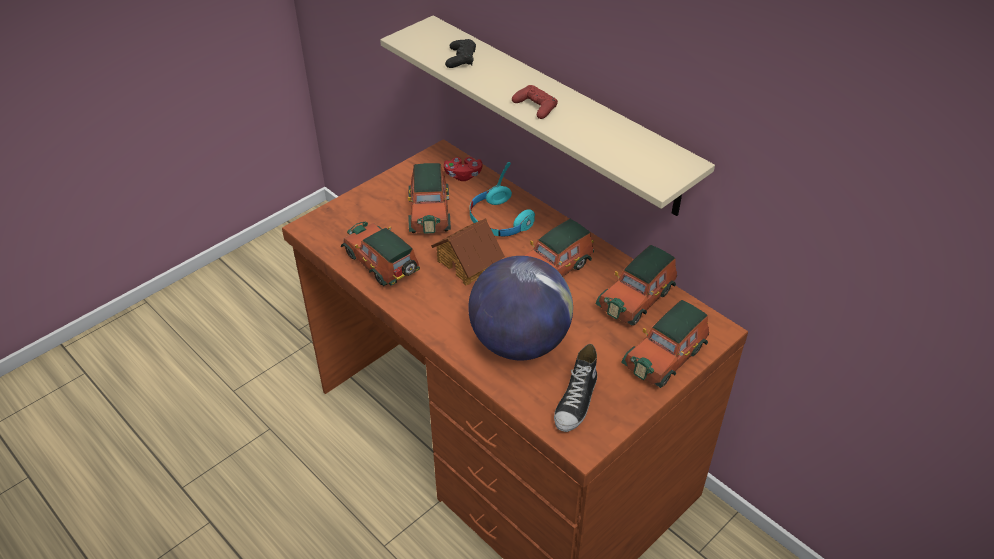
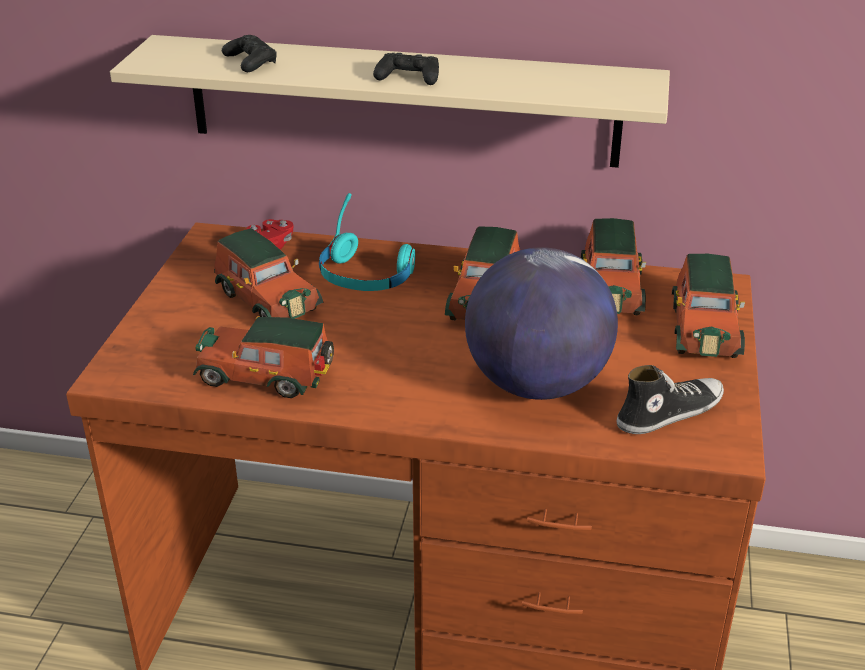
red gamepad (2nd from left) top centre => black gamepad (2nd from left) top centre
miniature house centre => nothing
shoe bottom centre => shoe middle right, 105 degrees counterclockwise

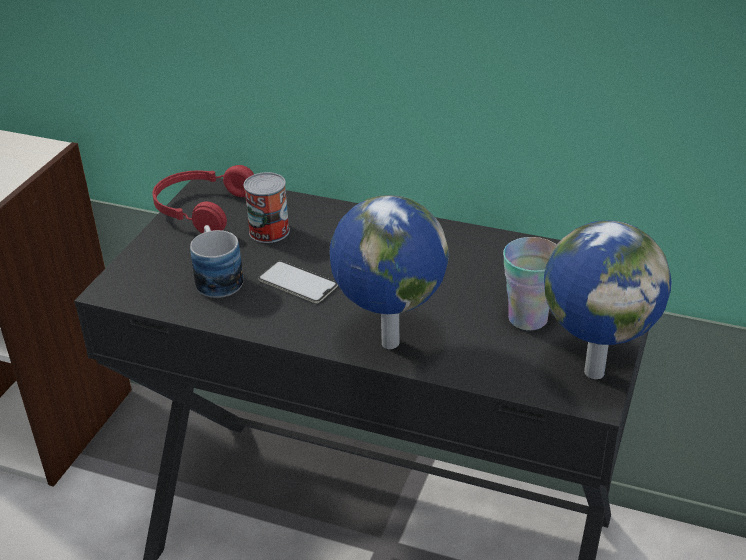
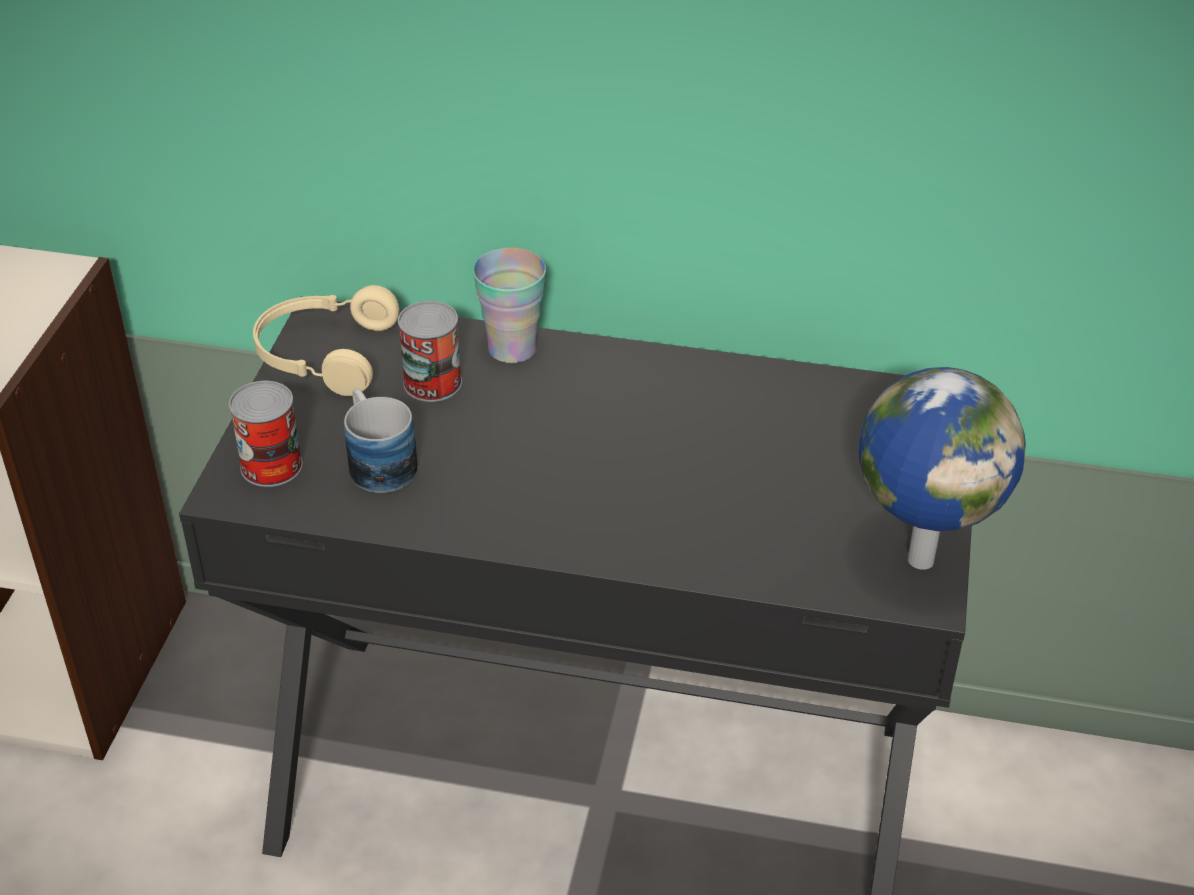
red headset middle left => beige headset middle left
world globe (1st from left) centre => nothing
cup middle right => cup centre, moved
telephone centre => nothing
nothing => can (1st from left) middle left

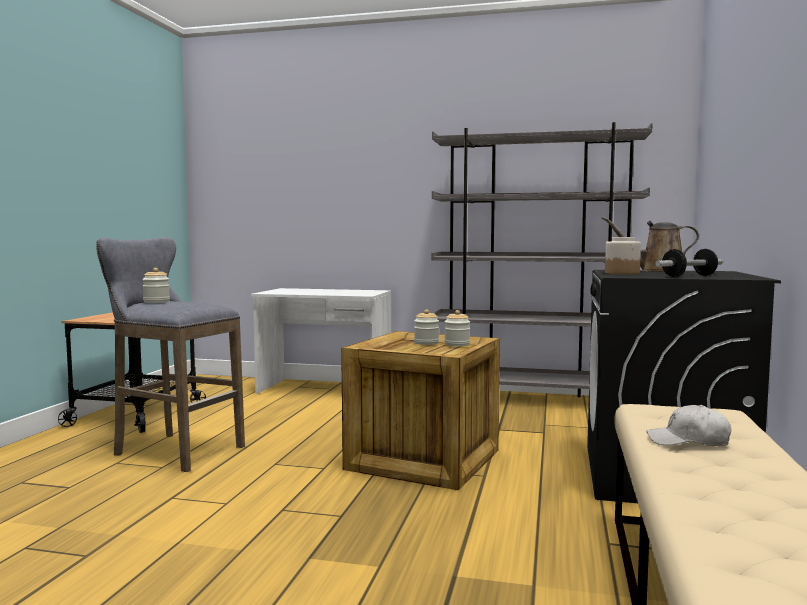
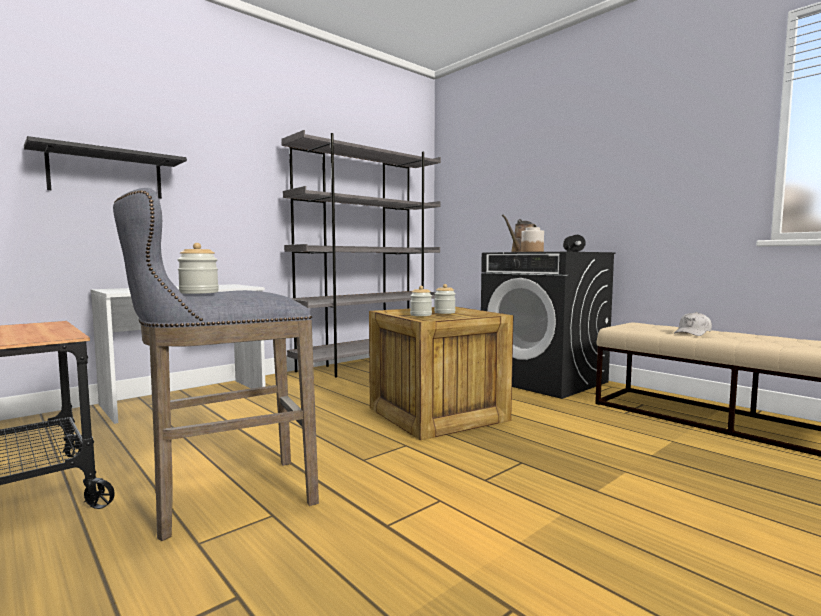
nothing => black bracket shelf top left

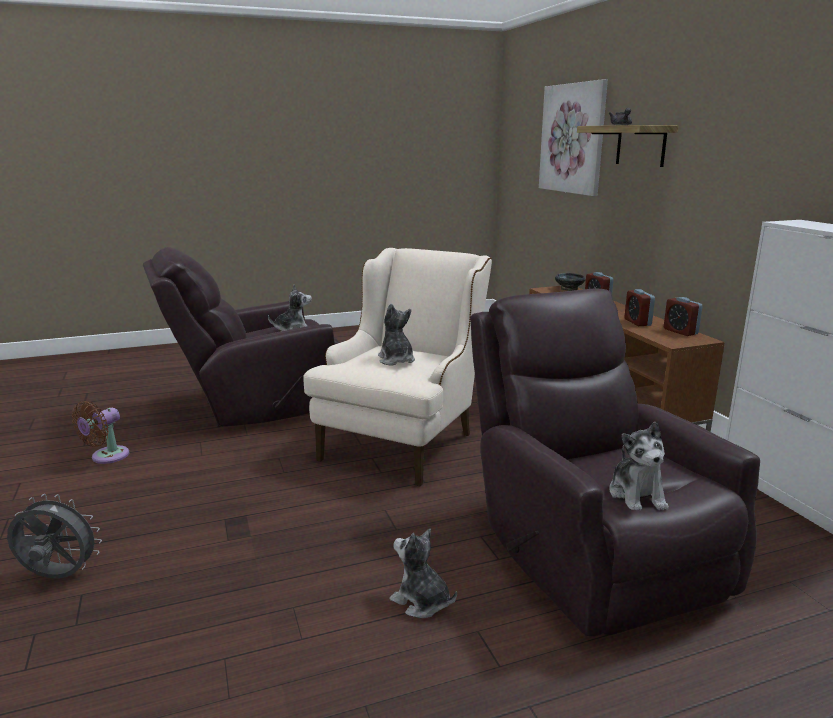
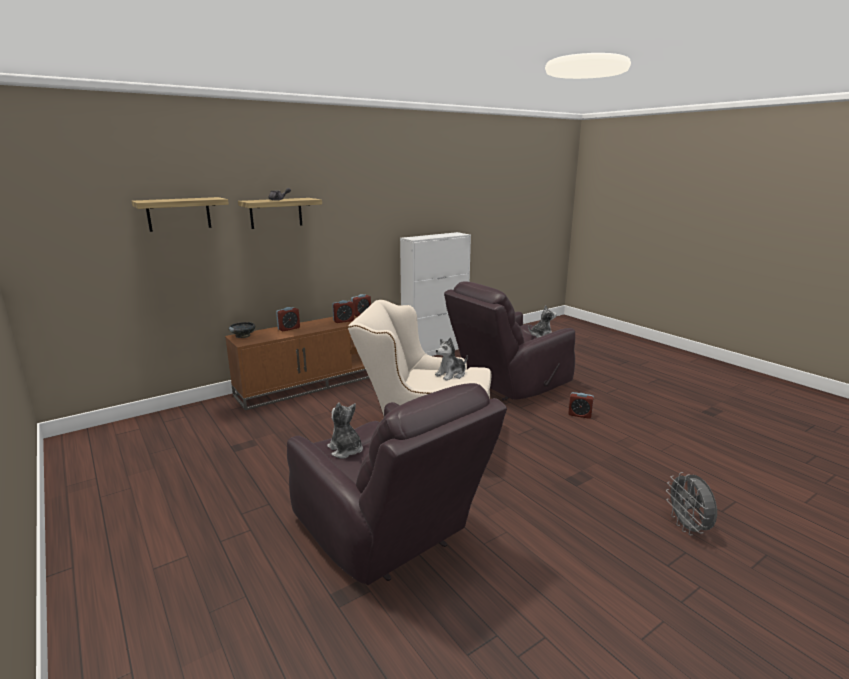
wall art top right => bracket shelf (1st from left) top left
brown-coloured cooling fan middle left => nothing
plush toy (3rd from left) bottom centre => bedside clock (4th from left) middle right

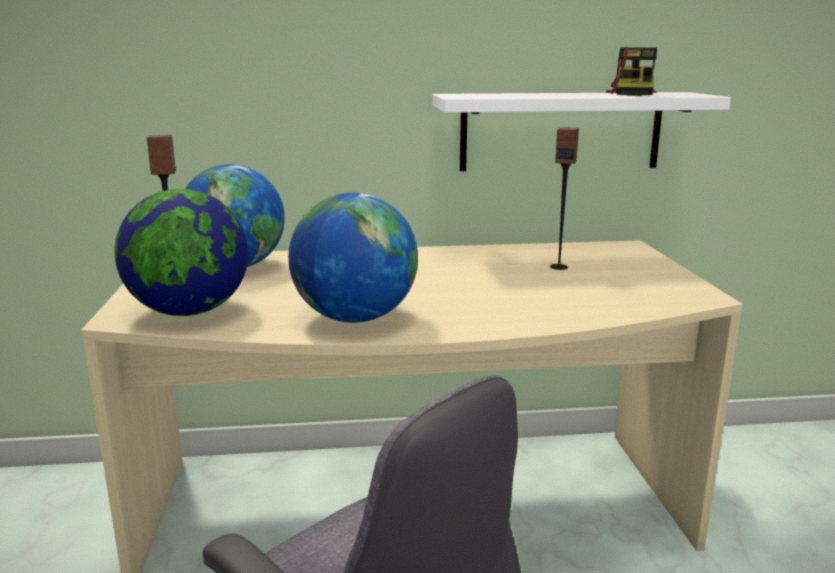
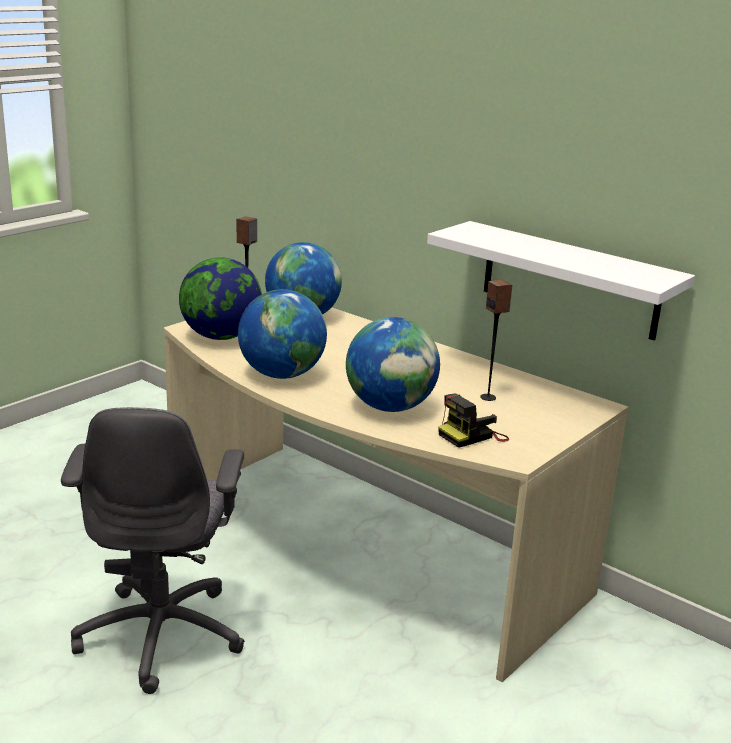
photo camera top right => photo camera centre, moved
nothing => world globe (4th from left) centre

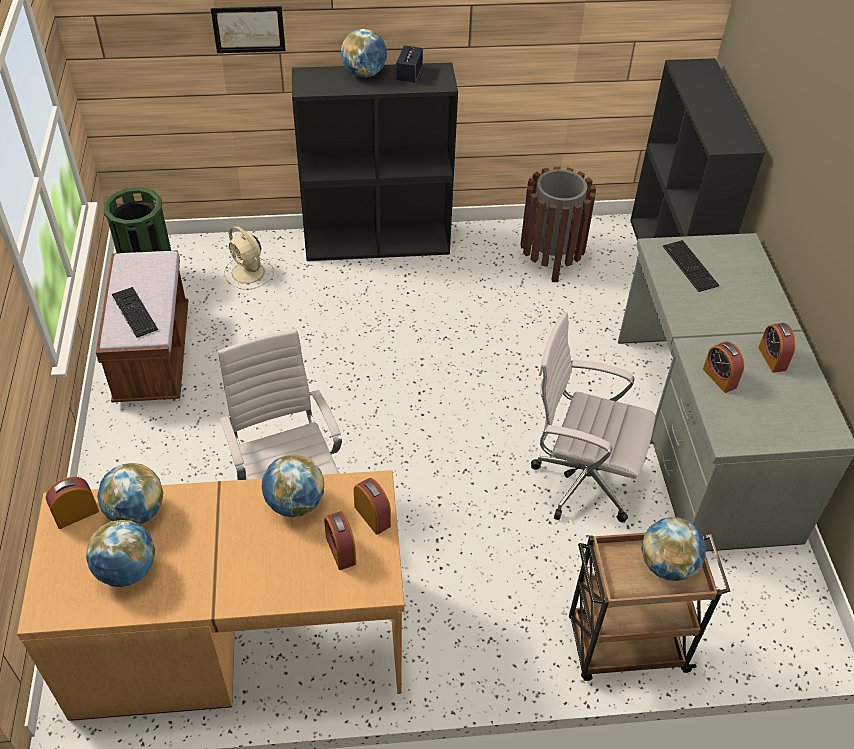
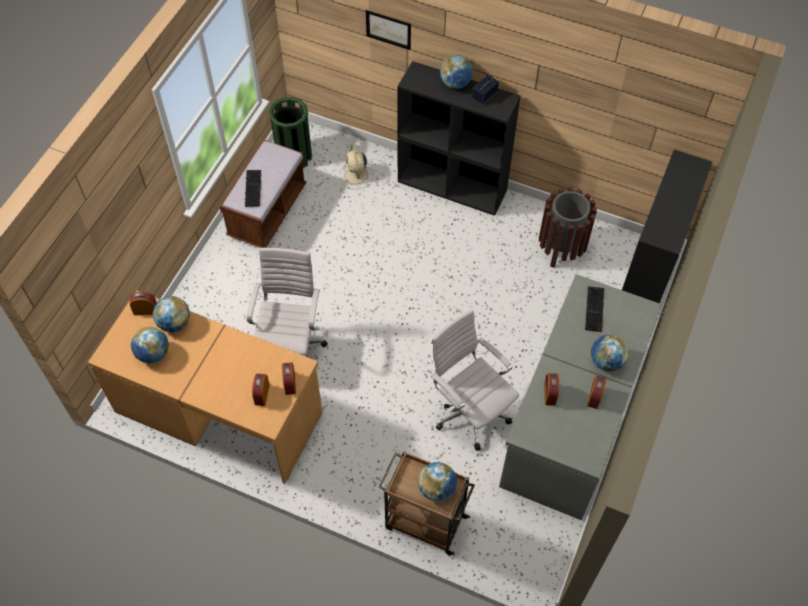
world globe (3rd from left in the first image) centre => world globe (5th from left) middle right, moved

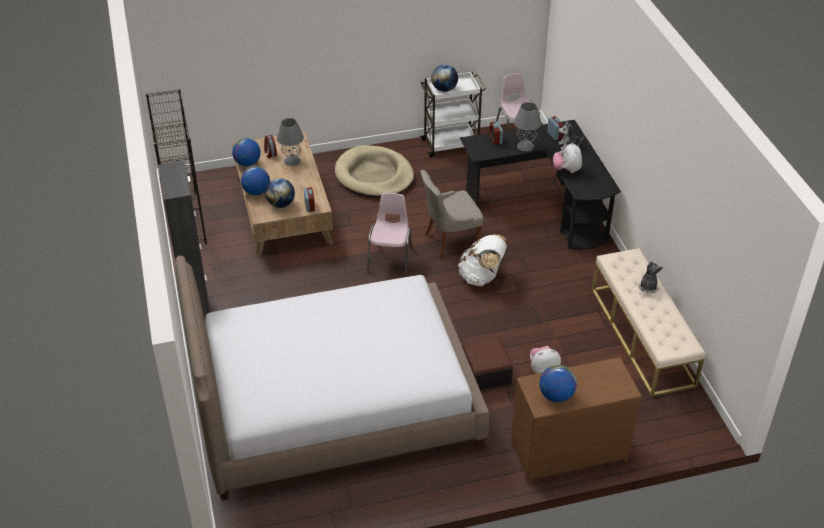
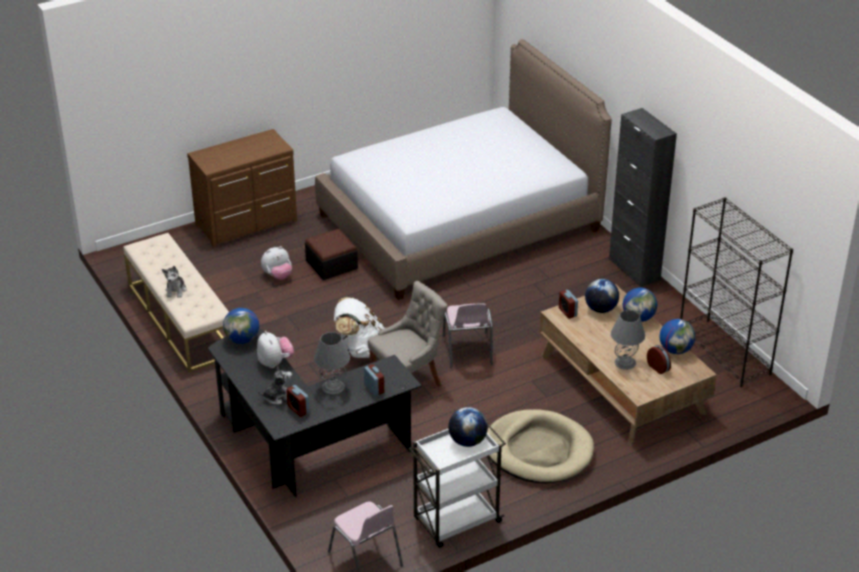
world globe (5th from left in the first image) bottom right => world globe (1st from left) middle left, moved

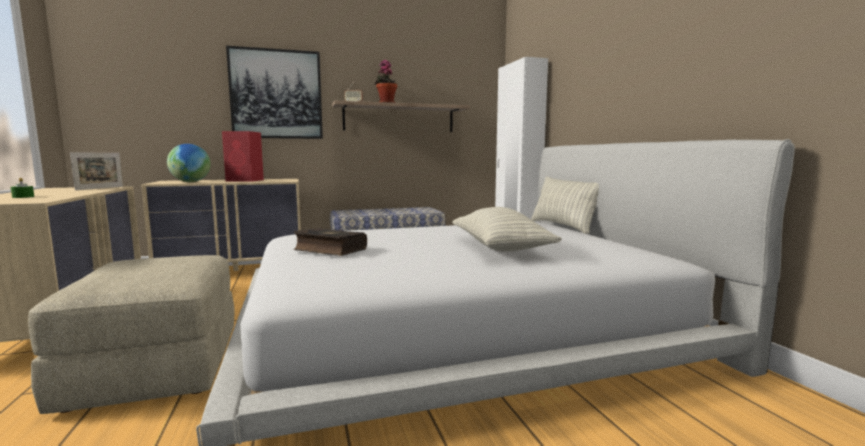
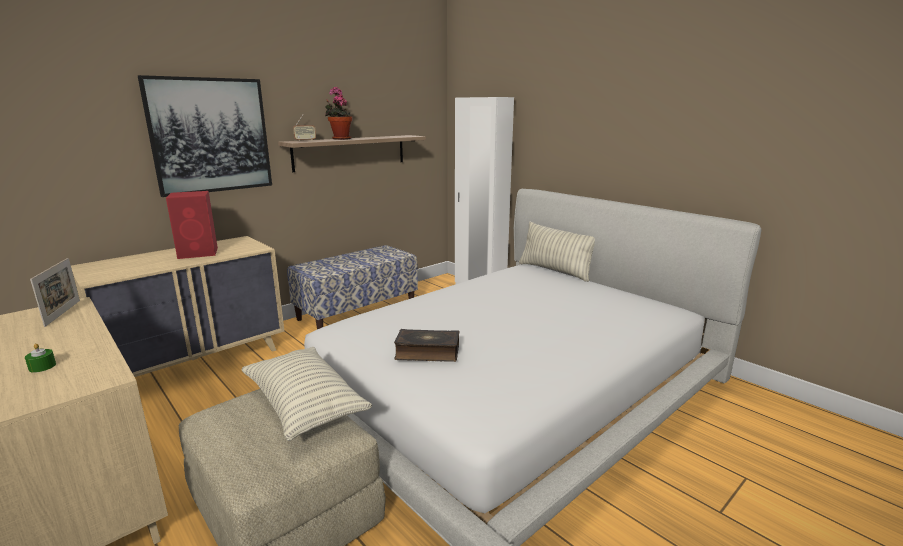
world globe middle left => nothing
cushion (1st from left) centre => cushion (1st from left) bottom centre, moved

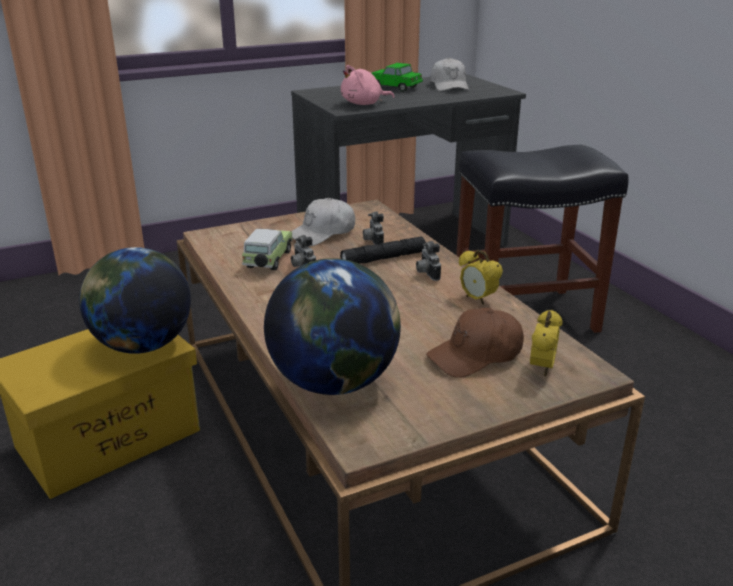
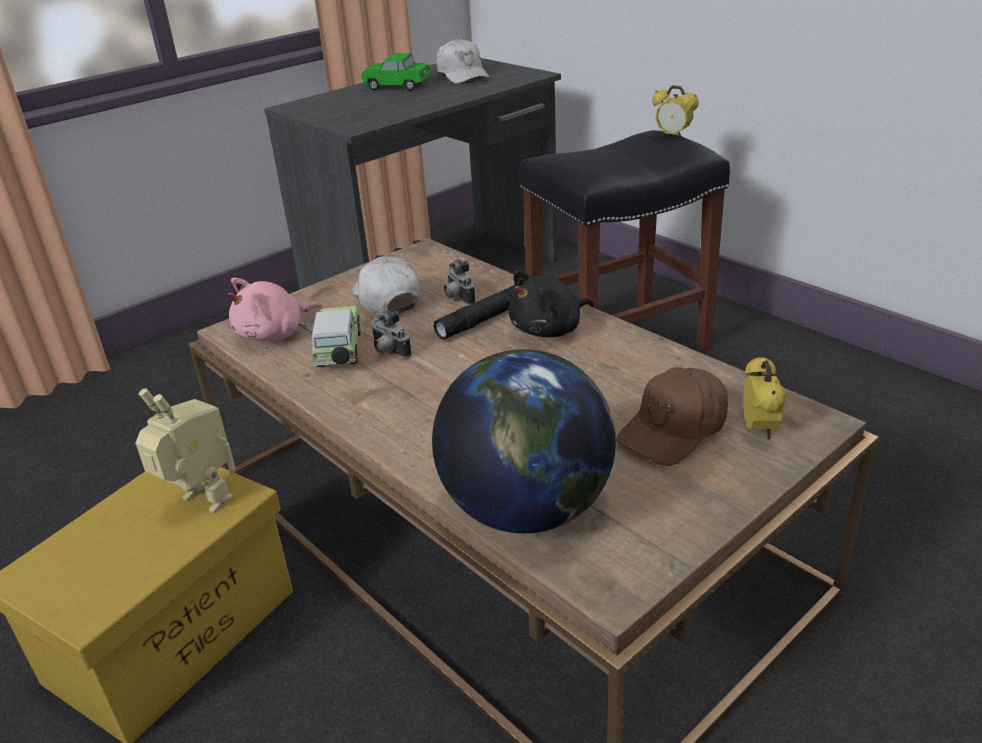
pink plush toy top centre => pink plush toy middle left, moved
white-coloured baseball cap (1st from left) centre, 120 degrees clockwise
photo camera (3rd from left) centre => black plush toy centre
world globe (1st from left) middle left => robot figure middle left
bedside clock (1st from left) centre => bedside clock (1st from left) top right, moved

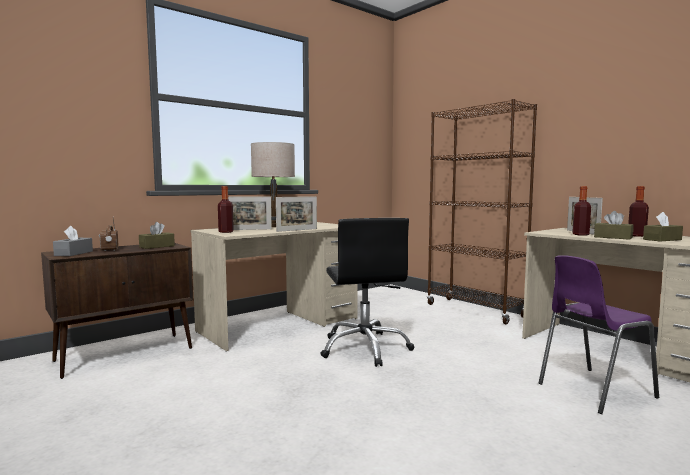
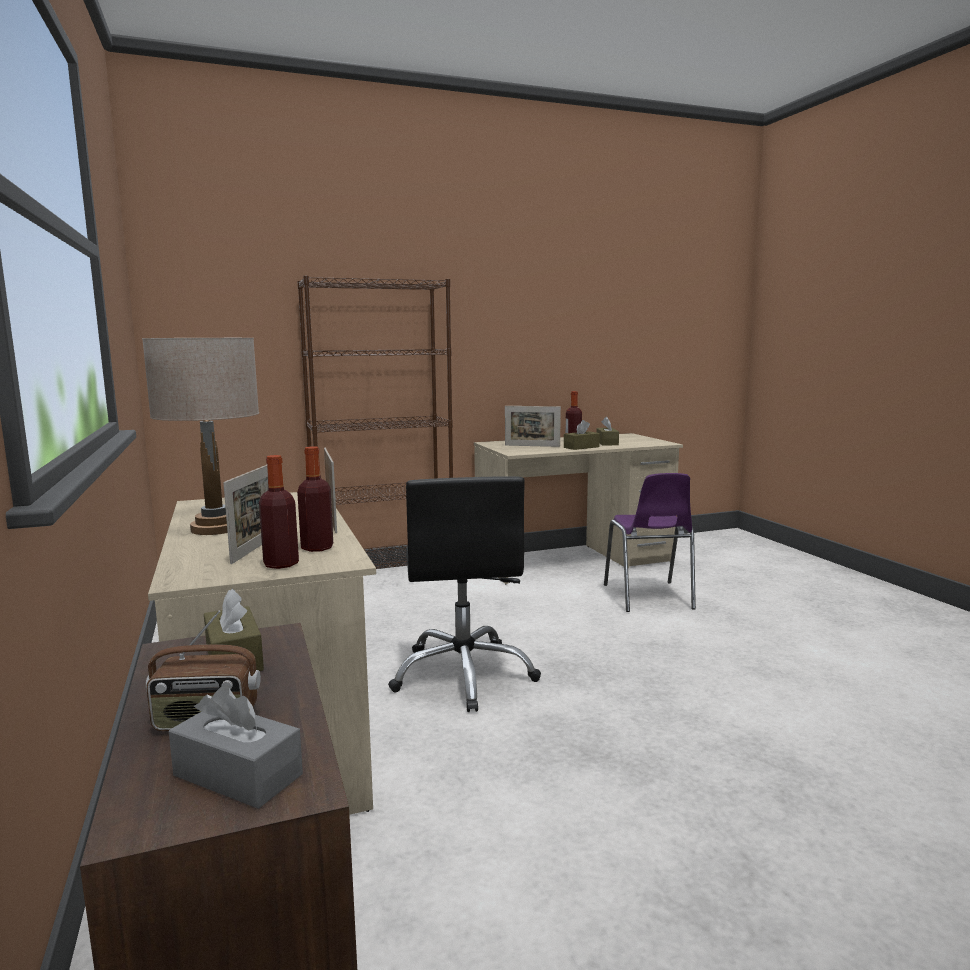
drink bottle (2nd from left) middle right => drink bottle (2nd from left) middle left, moved
black office chair centre, 75 degrees clockwise

